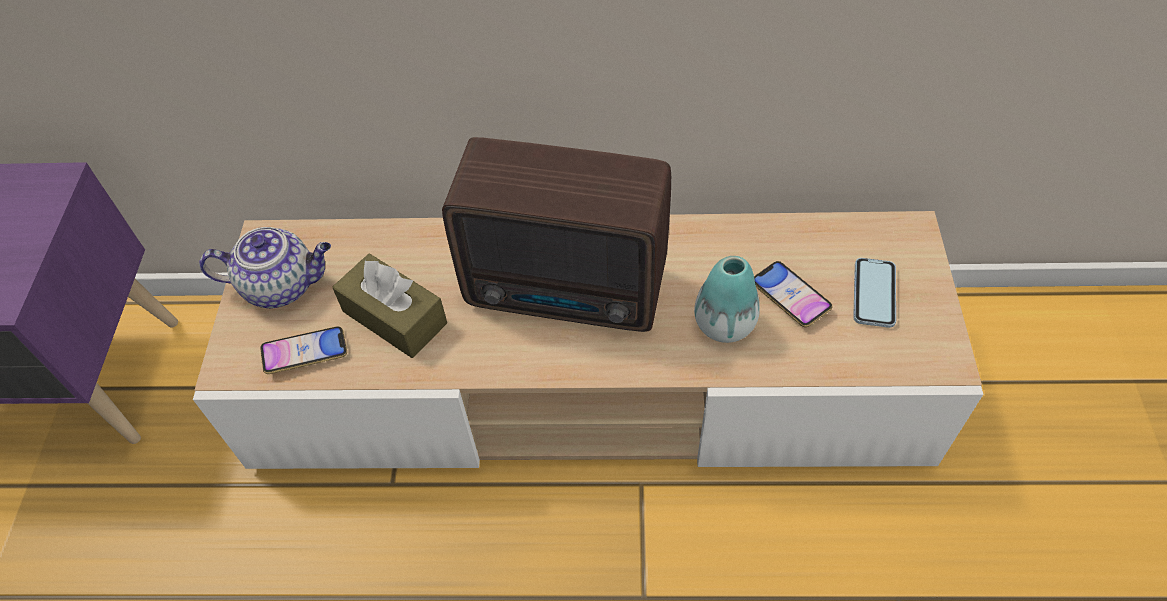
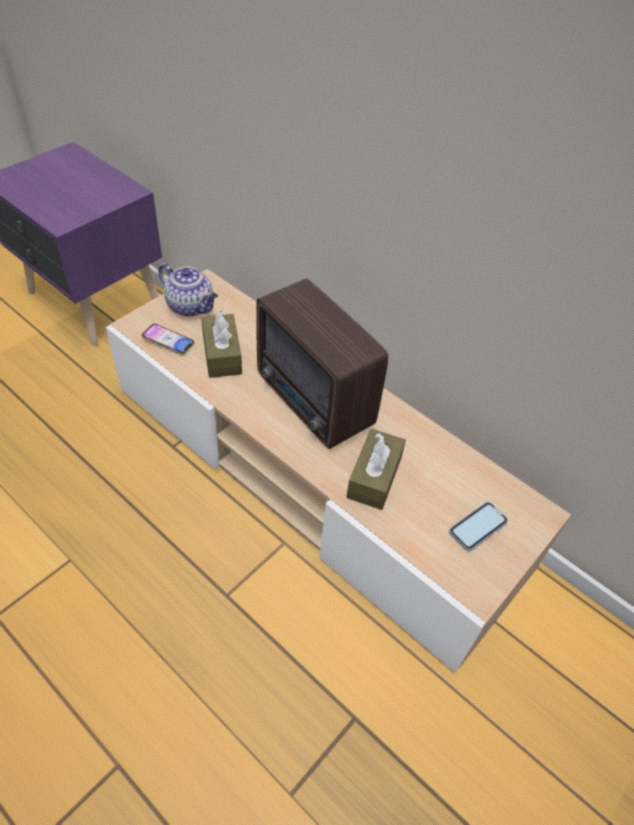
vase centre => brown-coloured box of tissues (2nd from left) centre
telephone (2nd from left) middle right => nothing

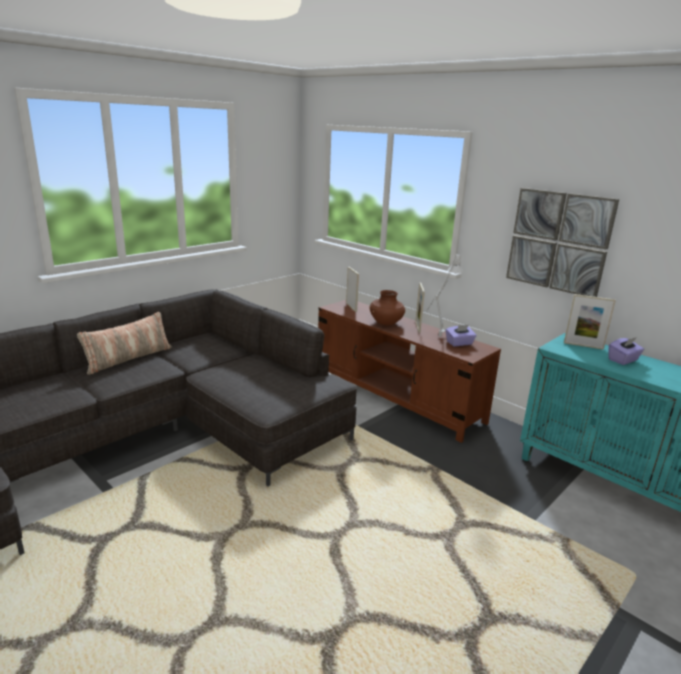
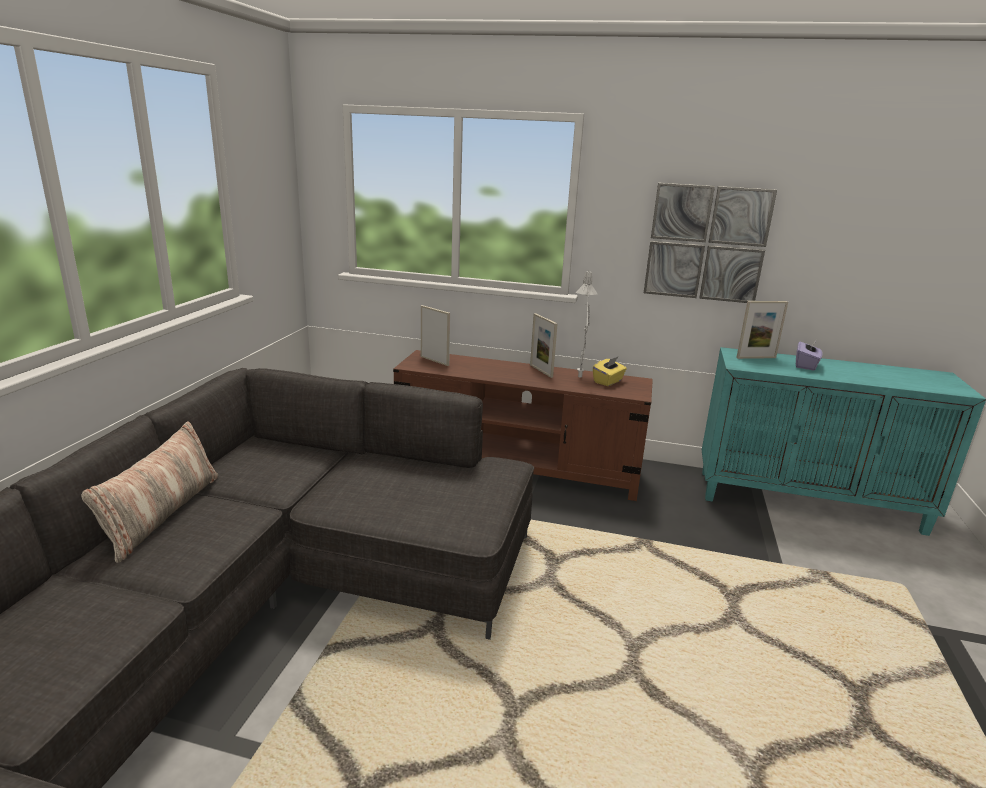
brown-coloured vase centre => nothing
purple-coloured box of tissues (1st from left) middle right => yellowish box of tissues centre

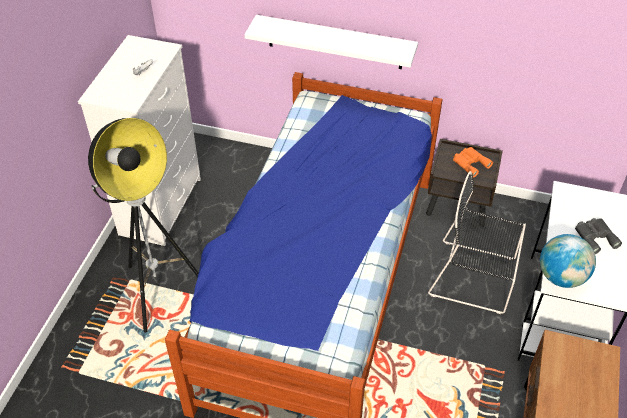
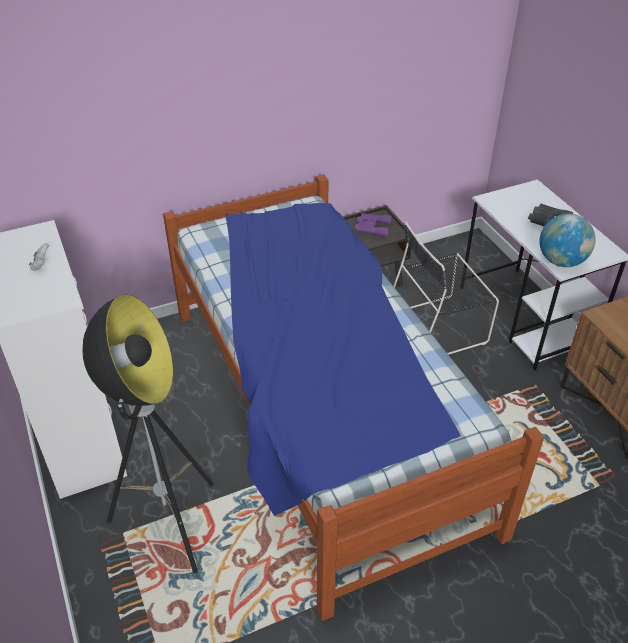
white-coloured bracket shelf top centre => nothing
orange-coloured pair of binoculars middle right => purple-coloured pair of binoculars centre

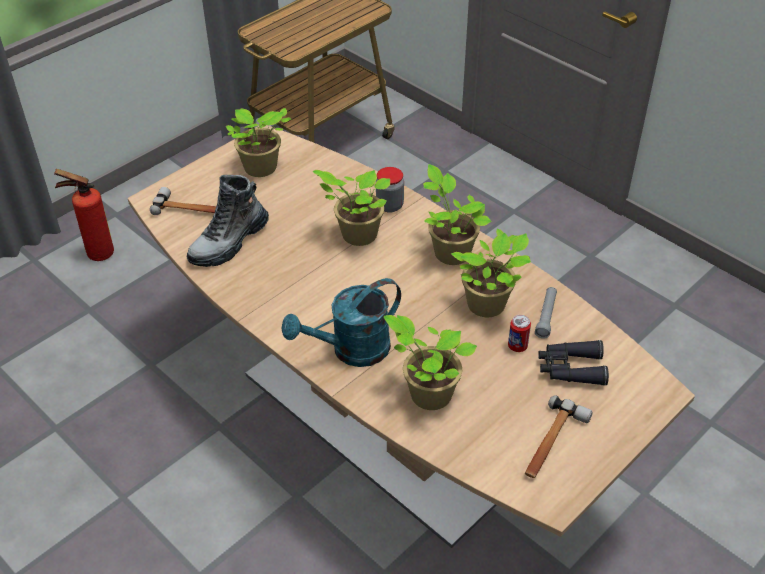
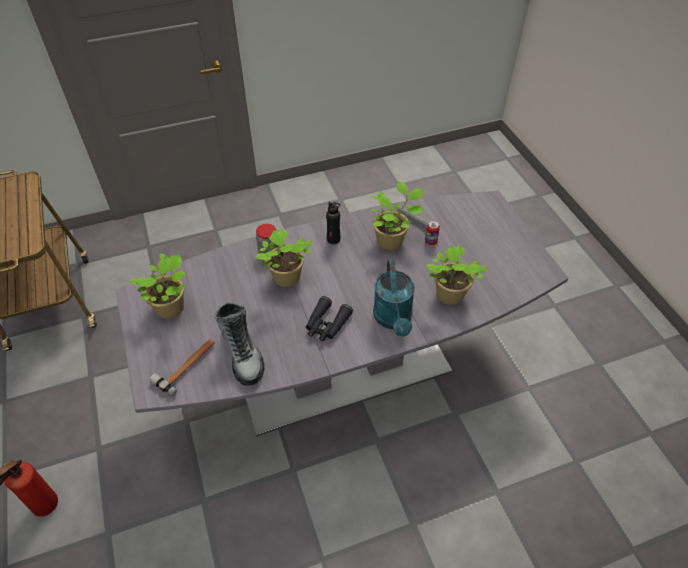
brown-coloured kitchen table centre => grey kitchen table centre
potted plant (4th from left) centre => black drink bottle centre
black pair of binoculars middle right => black pair of binoculars centre, moved
tool hammer (2nd from left) bottom right => nothing

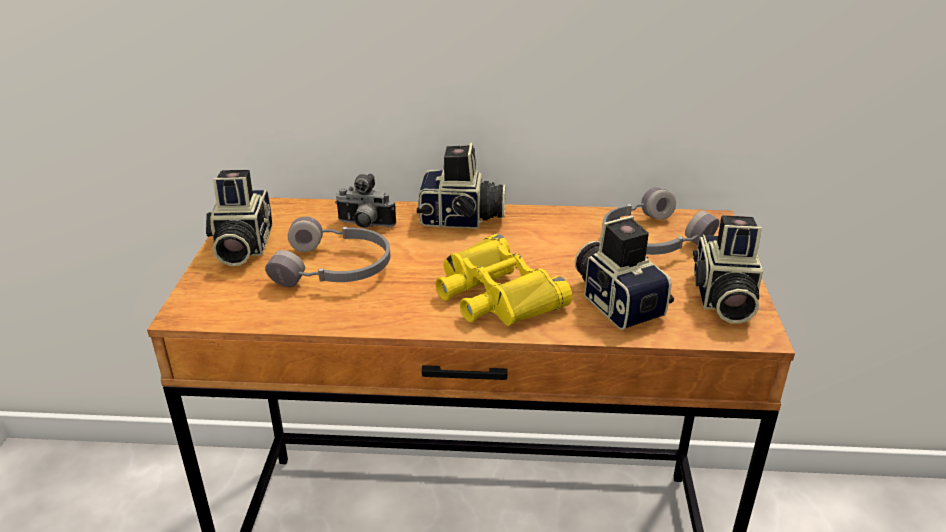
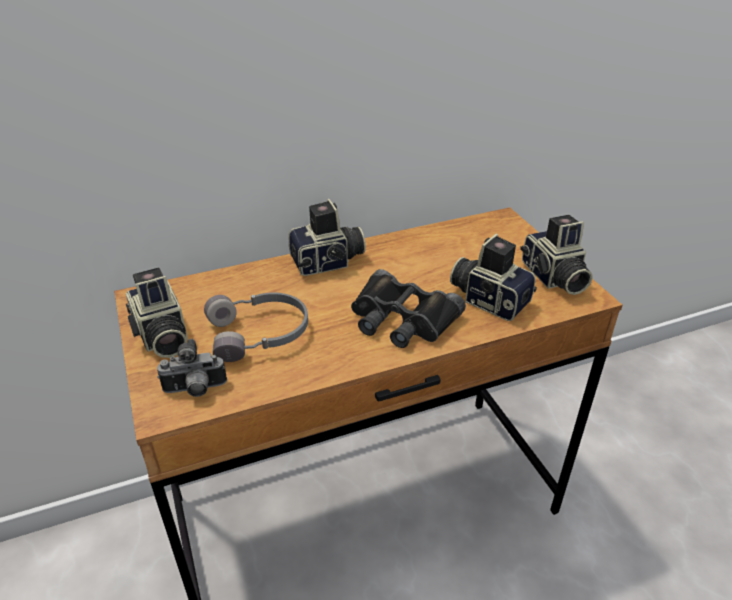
photo camera (2nd from left) centre => photo camera (2nd from left) middle left, moved
grey headset (2nd from left) middle right => nothing
yellowish pair of binoculars centre => black pair of binoculars centre

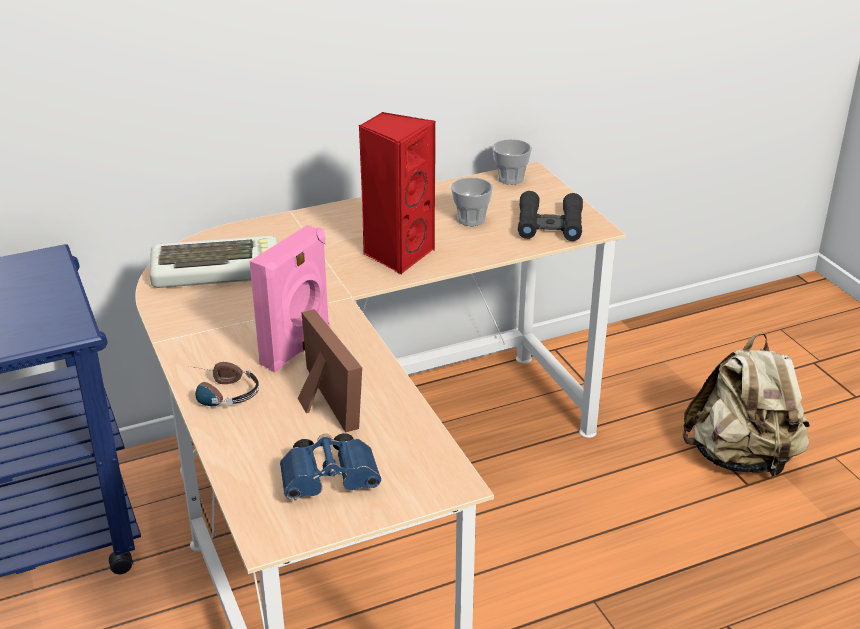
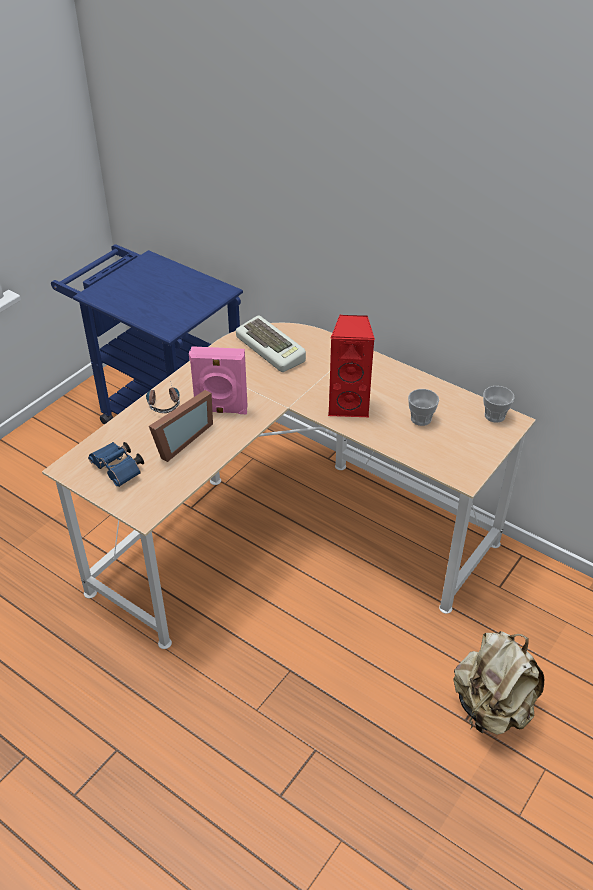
black pair of binoculars centre => nothing

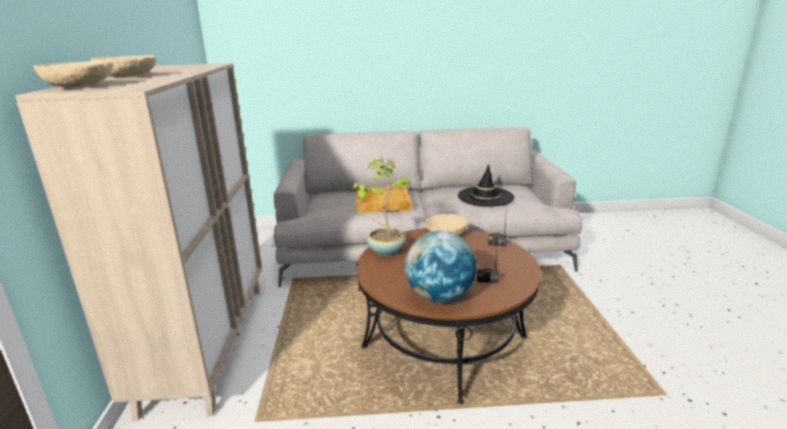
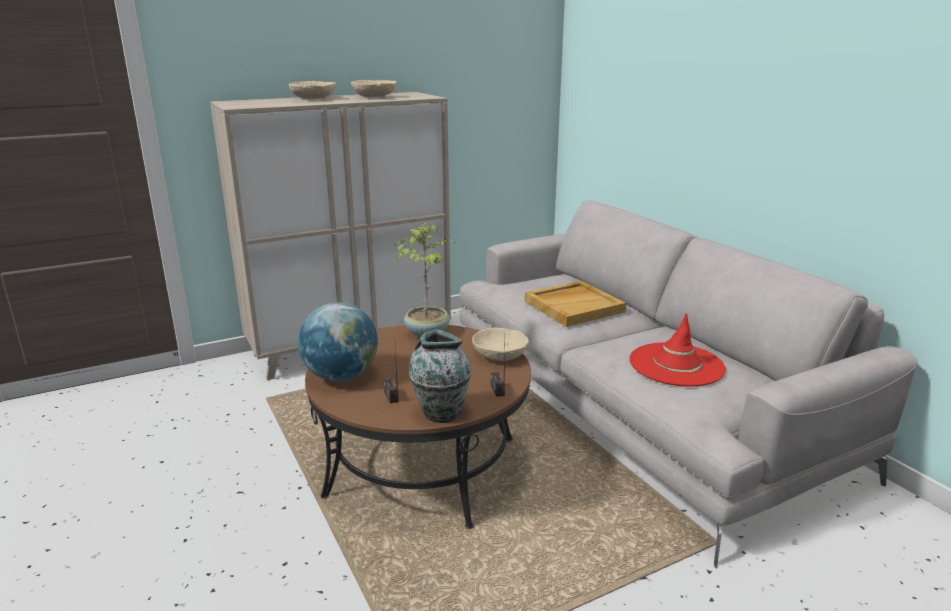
beige deep dish (1st from left in the first image) top left => beige deep dish (2nd from left) top centre, moved
black wearable hat centre => red wearable hat middle right
nothing => vase centre

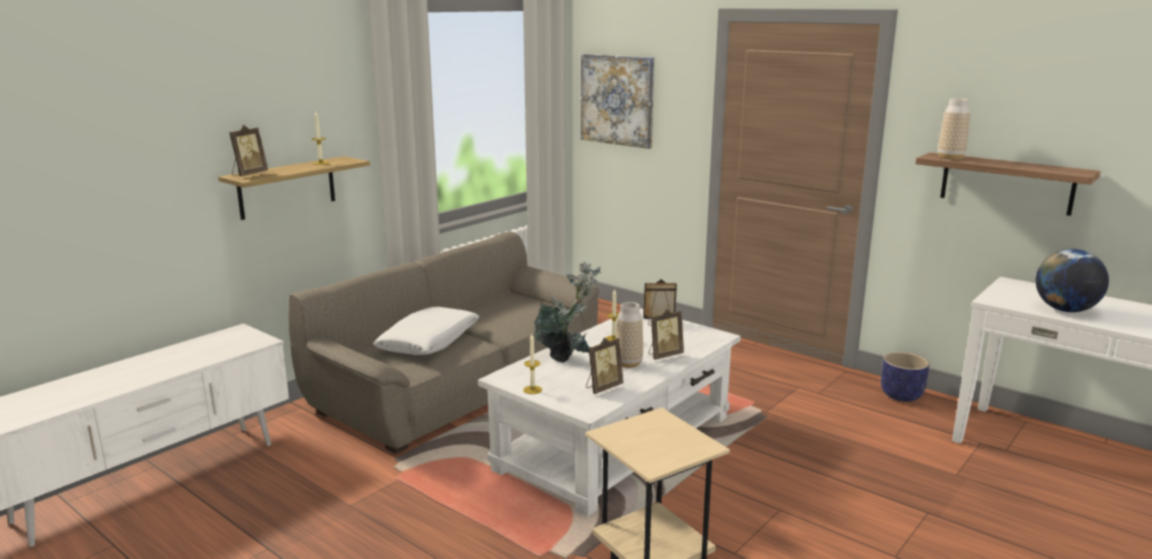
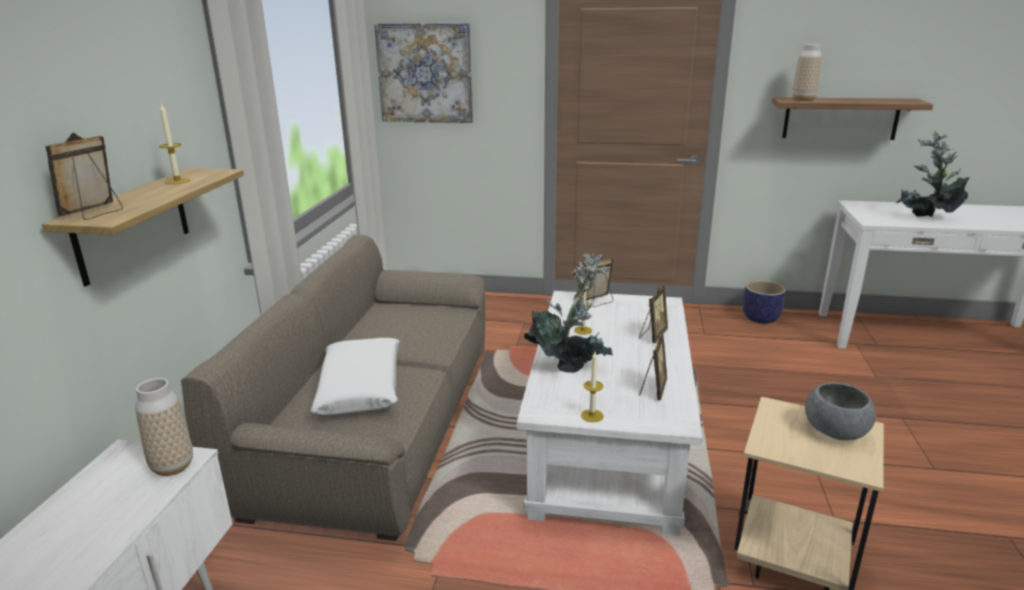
photo frame (1st from left) top left, 150 degrees counterclockwise
world globe middle right => potted plant (2nd from left) top right
vase (1st from left) centre => vase (1st from left) bottom left, moved
nothing => grey deep dish bottom right

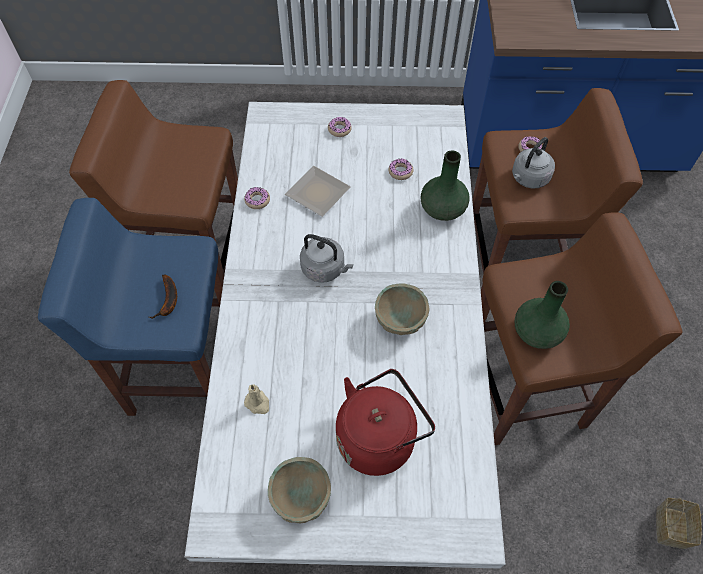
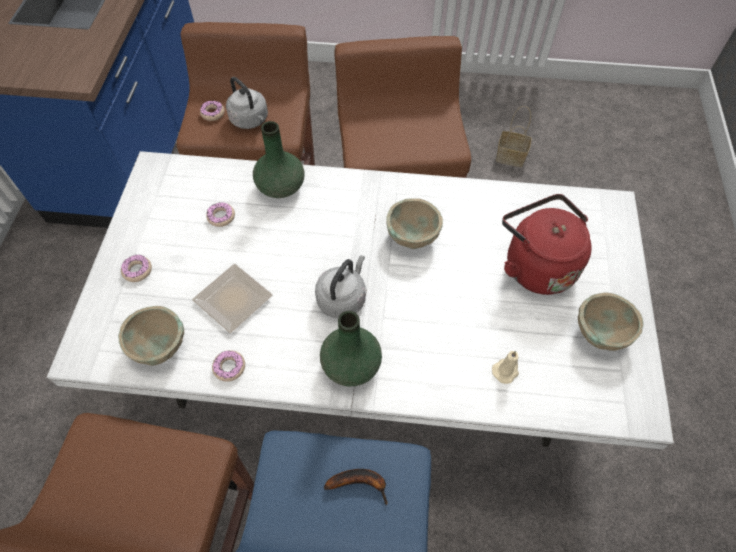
green vase (2nd from left) middle right => green vase (2nd from left) centre, moved
nothing => beige deep dish (1st from left) middle left

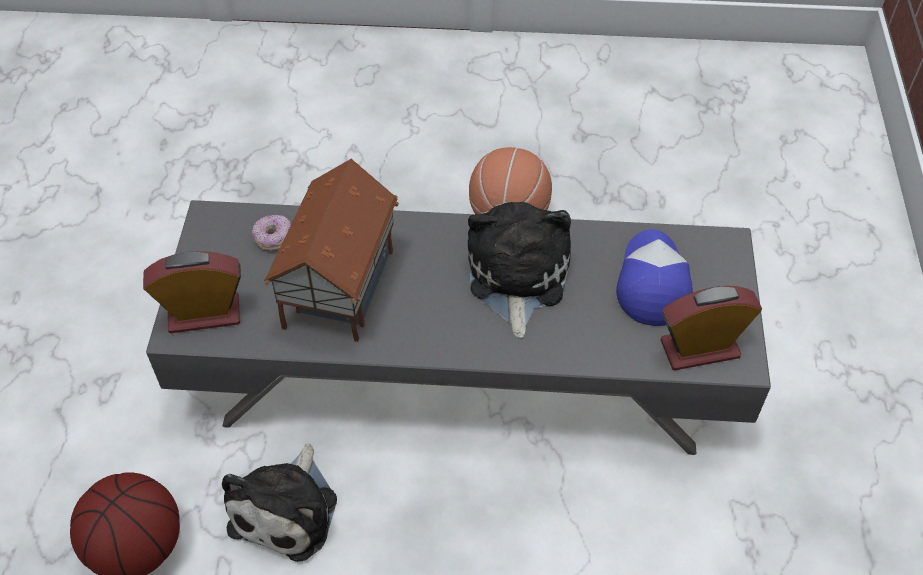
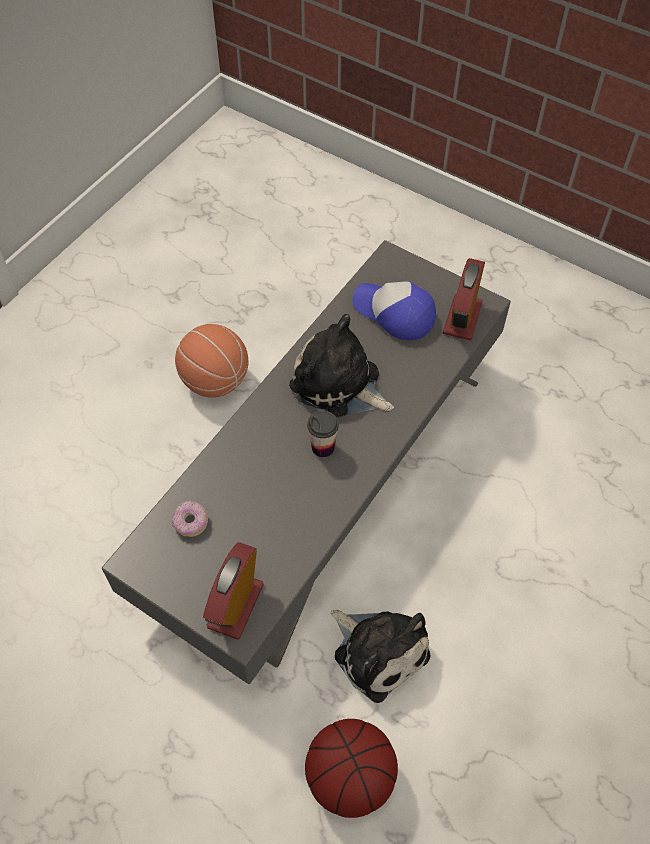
miniature house centre => nothing
nothing => cup centre

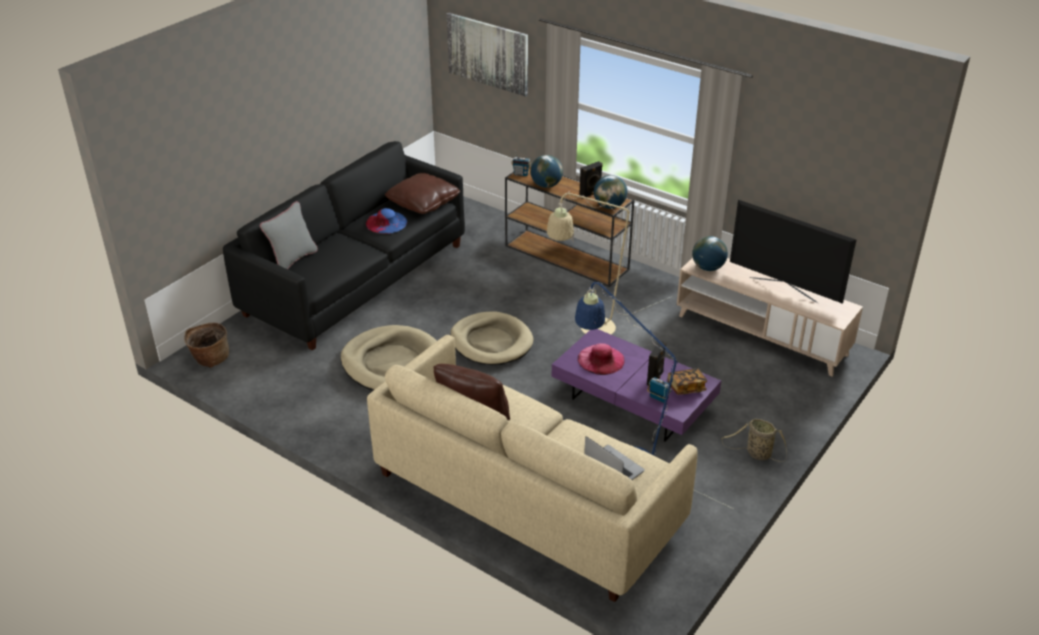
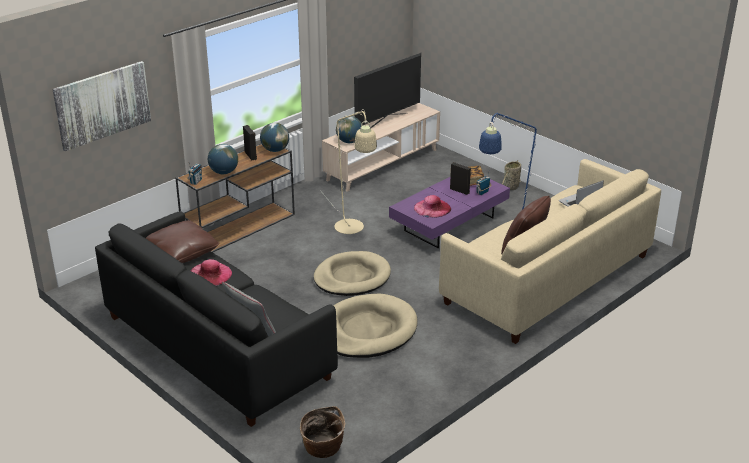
bluish wearable hat centre => pink wearable hat (1st from left) middle left

